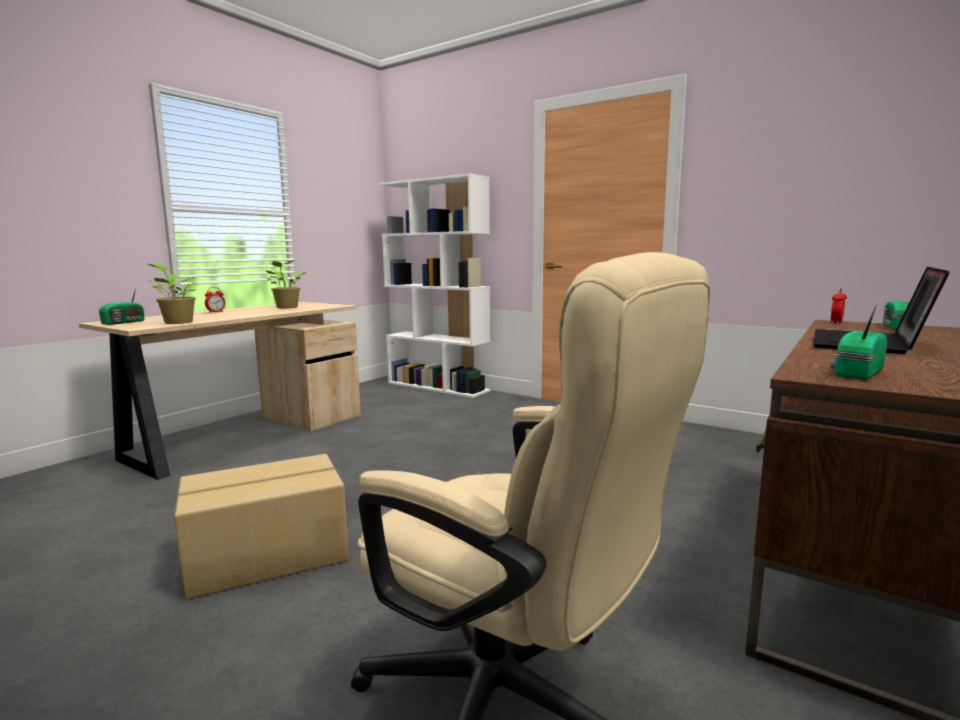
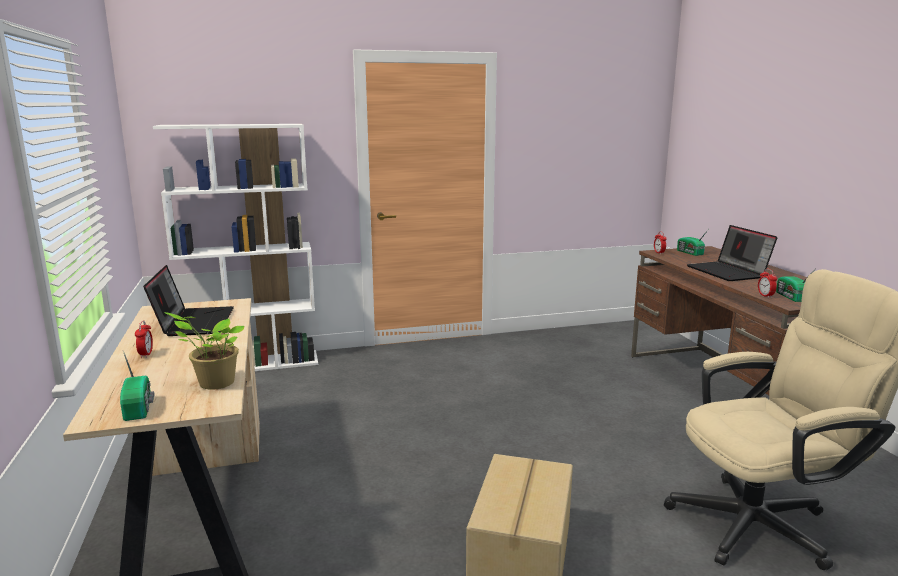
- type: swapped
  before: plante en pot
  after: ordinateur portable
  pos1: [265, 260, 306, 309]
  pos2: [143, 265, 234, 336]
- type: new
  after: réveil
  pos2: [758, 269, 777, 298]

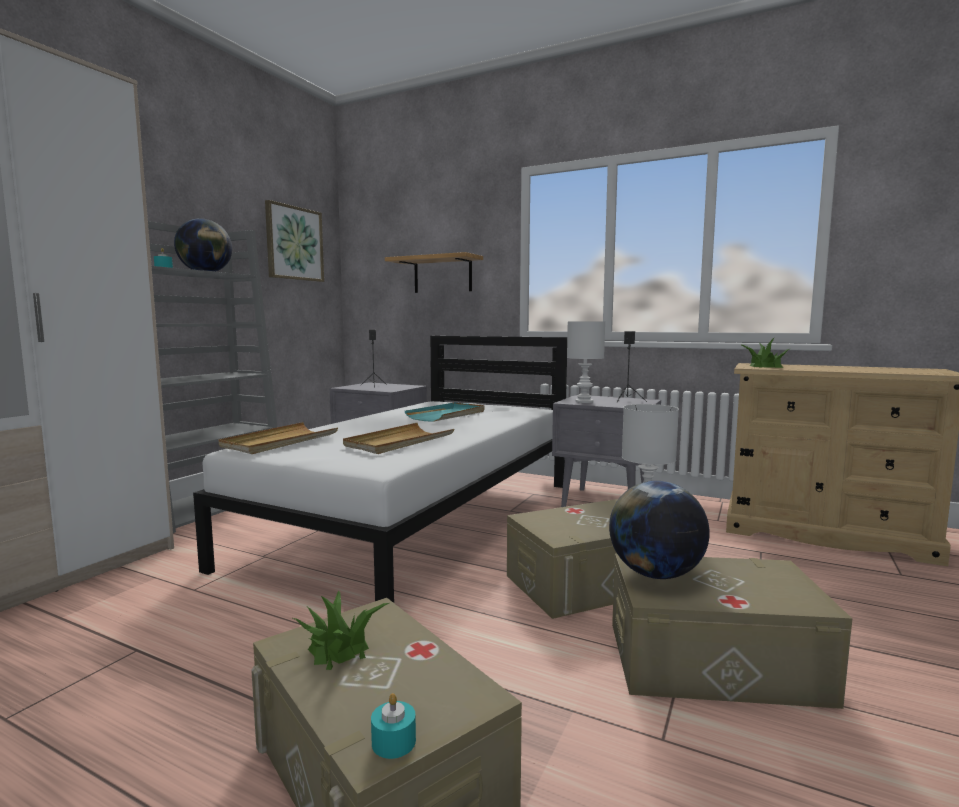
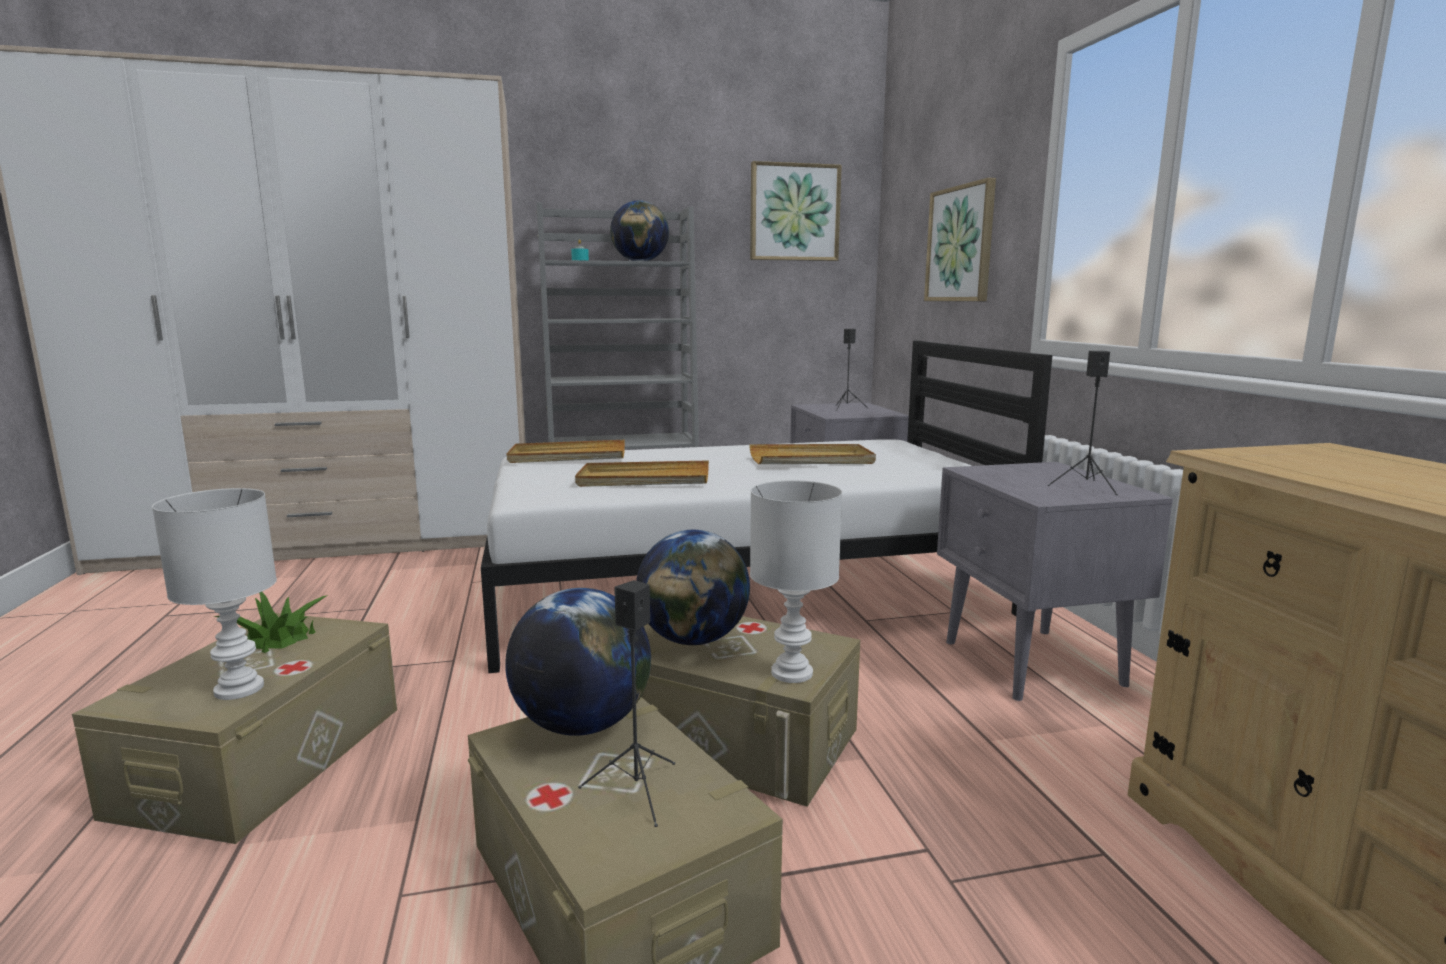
- type: swapped
  before: étagère
  after: tableau
  pos1: [385, 252, 483, 293]
  pos2: [924, 178, 996, 301]
- type: shifted
  before: lampe de table [blanc]
  pos1: [567, 321, 605, 403]
  pos2: [152, 488, 277, 700]
- type: gone
  before: plante en pot
  pos1: [740, 337, 789, 368]
- type: repainted
  before: plateau [turquoise]
  after: plateau [beige]
  pos1: [405, 403, 484, 422]
  pos2: [749, 444, 876, 464]
- type: gone
  before: bougie [turquoise]
  pos1: [371, 693, 416, 759]
- type: new
  after: globe
  pos2: [636, 530, 750, 645]
- type: new
  after: enceinte [noir]
  pos2: [578, 580, 675, 827]

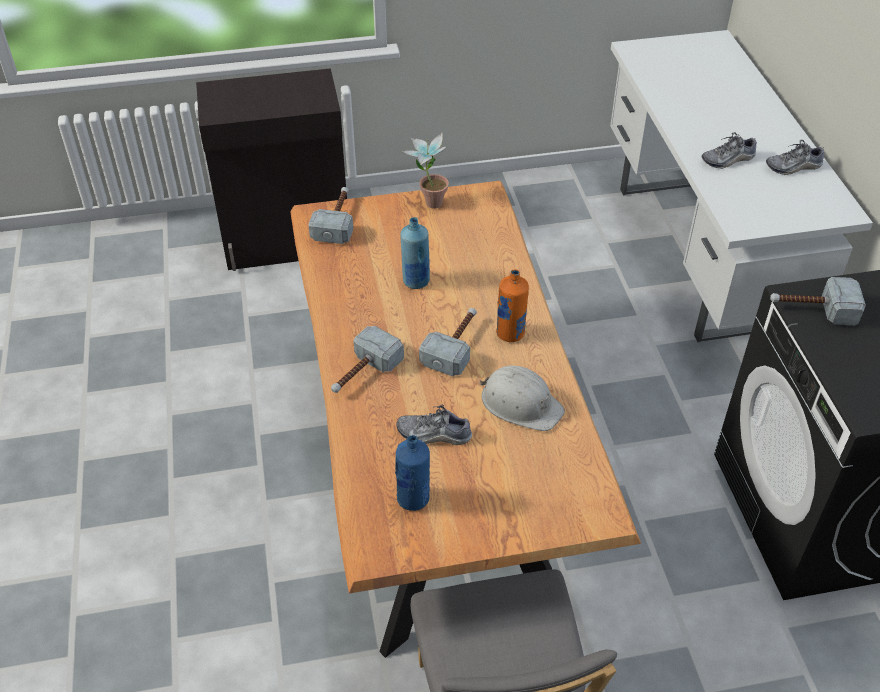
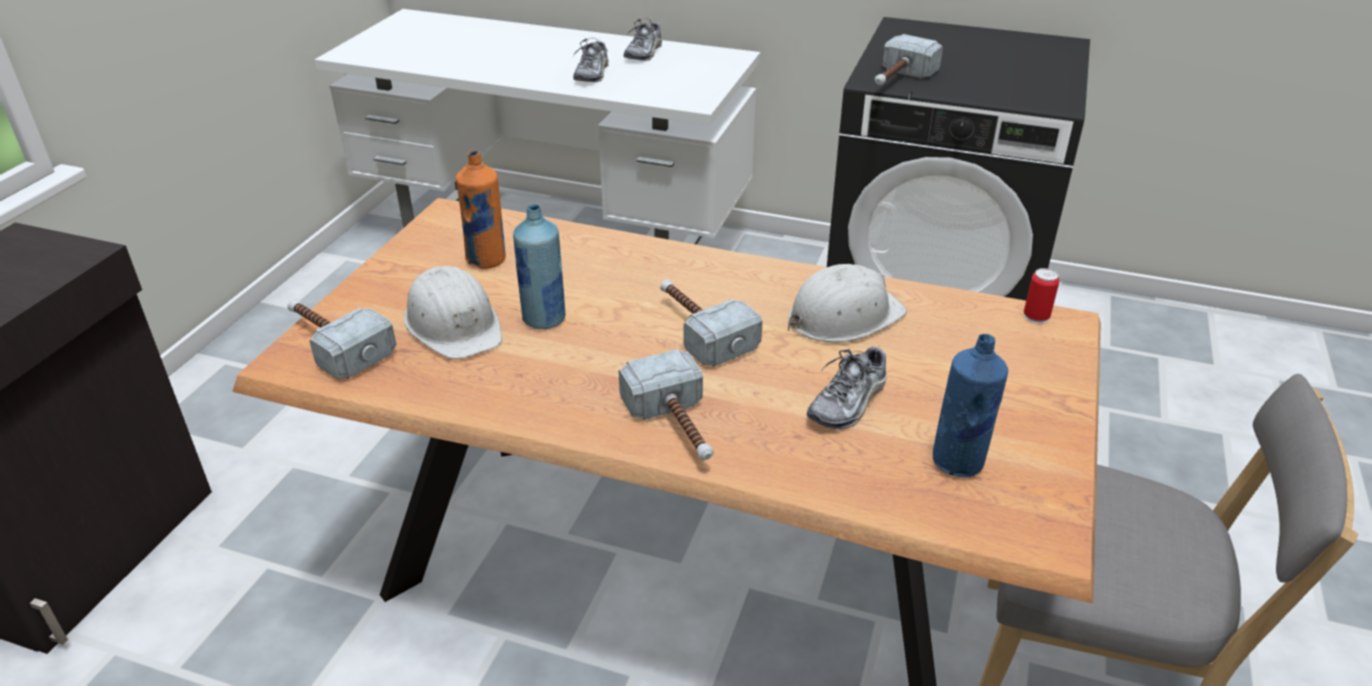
- type: gone
  before: plante en pot
  pos1: [401, 133, 449, 209]
- type: shifted
  before: bouteille [orange]
  pos1: [496, 269, 529, 342]
  pos2: [455, 151, 506, 269]
- type: new
  after: casque de chantier [blanc]
  pos2: [404, 266, 502, 359]
- type: new
  after: boîte métallique
  pos2: [1024, 268, 1060, 324]

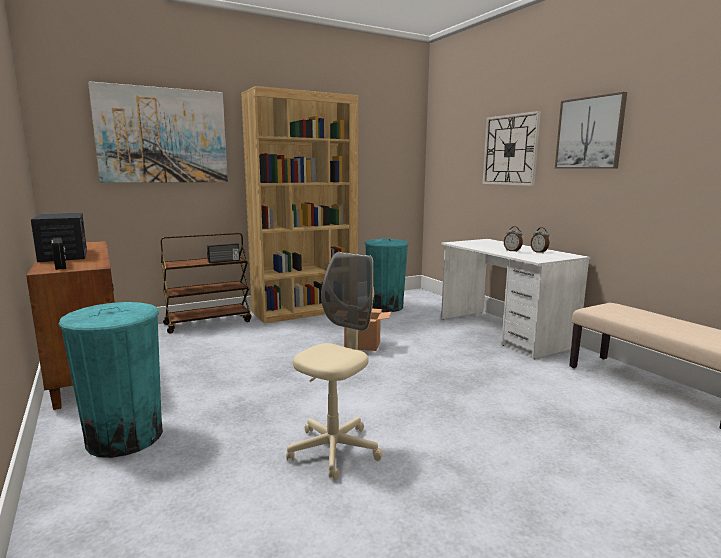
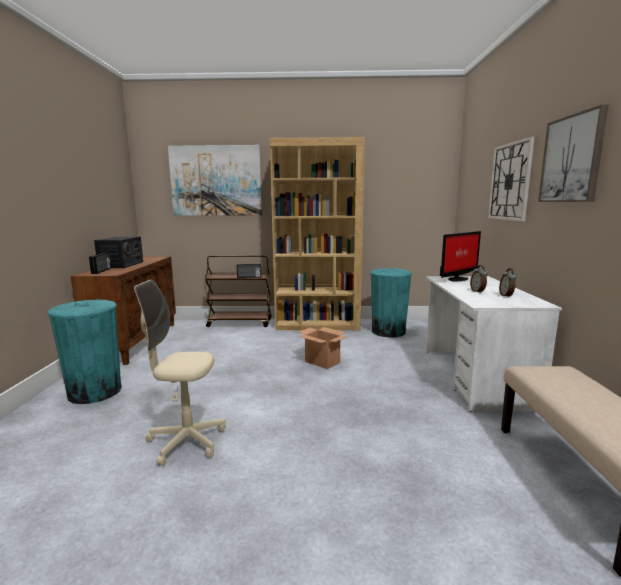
- type: rotated
  before: chaise de bureau [beige]
  pos1: [286, 252, 383, 480]
  pos2: [134, 280, 226, 466]
  turn: -150
- type: new
  after: écran d'ordinateur
  pos2: [440, 231, 481, 281]

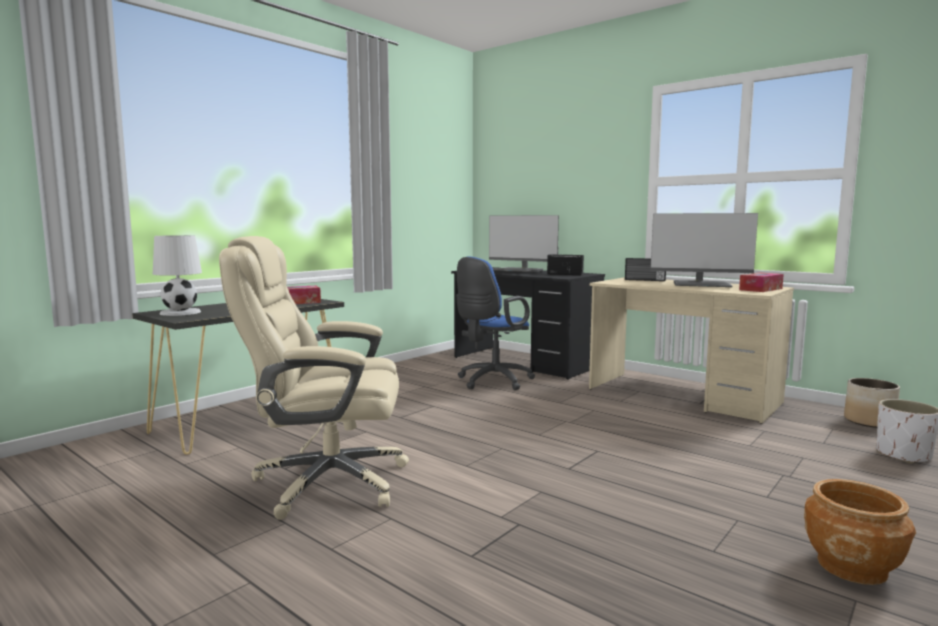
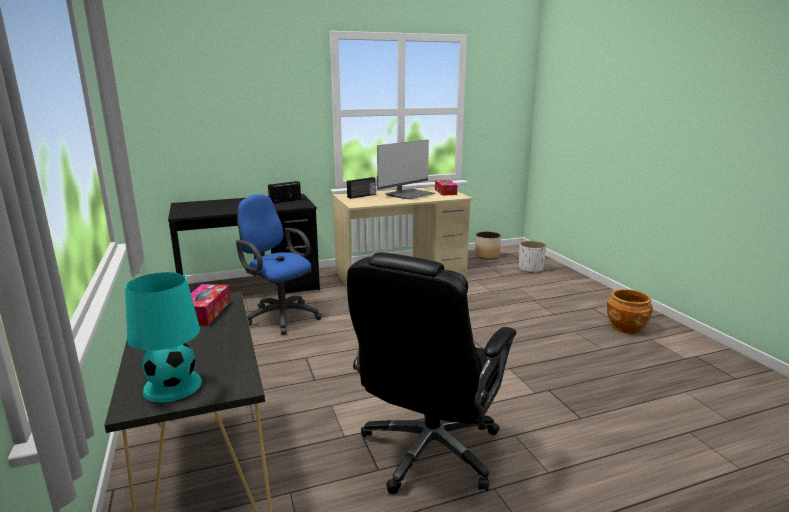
- type: gone
  before: écran d'ordinateur
  pos1: [489, 215, 559, 272]
- type: repainted
  before: lampe de table [blanc]
  after: lampe de table [turquoise]
  pos1: [153, 235, 202, 316]
  pos2: [125, 272, 202, 402]
- type: repainted
  before: chaise de bureau [beige]
  after: chaise de bureau [noir]
  pos1: [219, 236, 409, 520]
  pos2: [347, 252, 516, 494]
- type: rotated
  before: chaise de bureau [bleu]
  pos1: [456, 257, 535, 390]
  pos2: [236, 194, 322, 335]
  turn: 150

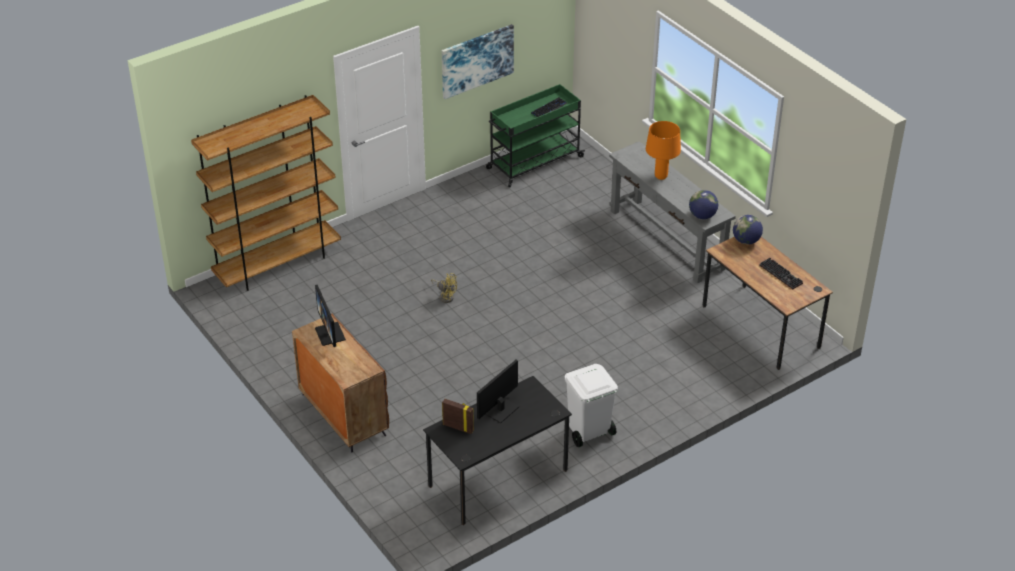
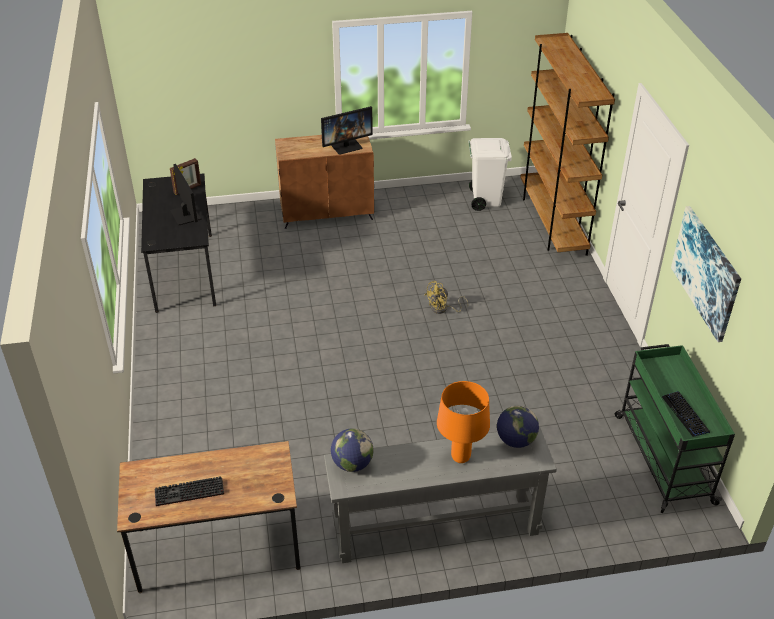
- type: shifted
  before: globe
  pos1: [733, 215, 763, 245]
  pos2: [497, 406, 539, 448]
- type: rotated
  before: écran d'ordinateur
  pos1: [315, 285, 346, 347]
  pos2: [321, 106, 373, 155]
  turn: 150
- type: shifted
  before: poubelle [blanc]
  pos1: [565, 364, 618, 447]
  pos2: [468, 138, 512, 211]

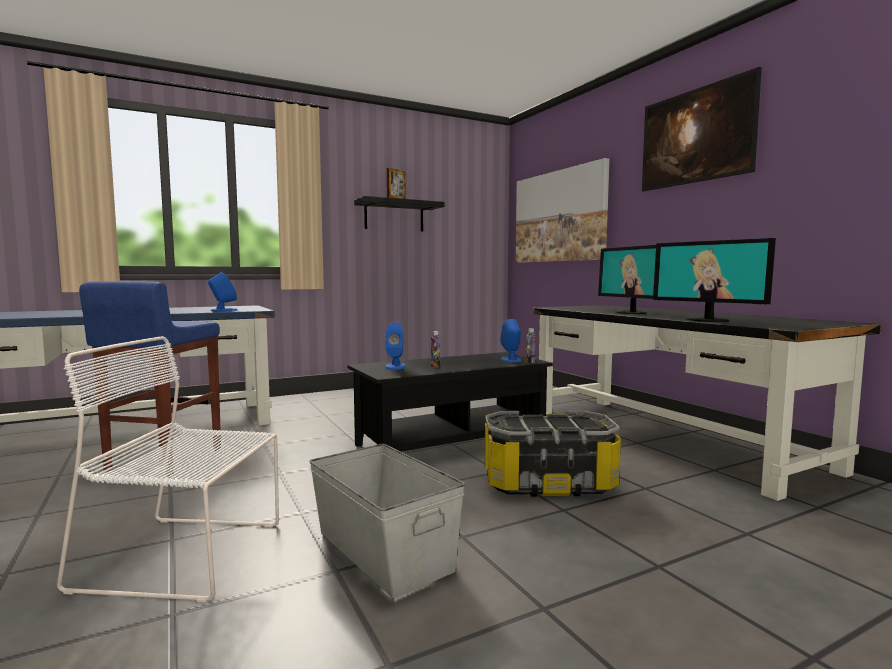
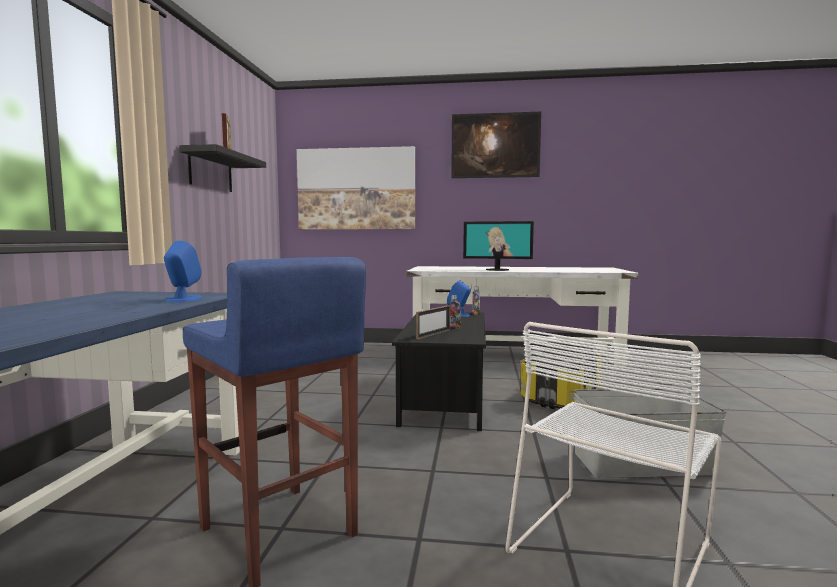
- type: gone
  before: écran d'ordinateur
  pos1: [653, 238, 776, 322]
- type: repainted
  before: bureau [noir]
  after: bureau [blanc]
  pos1: [533, 305, 881, 501]
  pos2: [407, 266, 638, 368]
- type: swapped
  before: enceinte [bleu]
  after: cadre photo
  pos1: [385, 322, 406, 370]
  pos2: [416, 305, 450, 339]

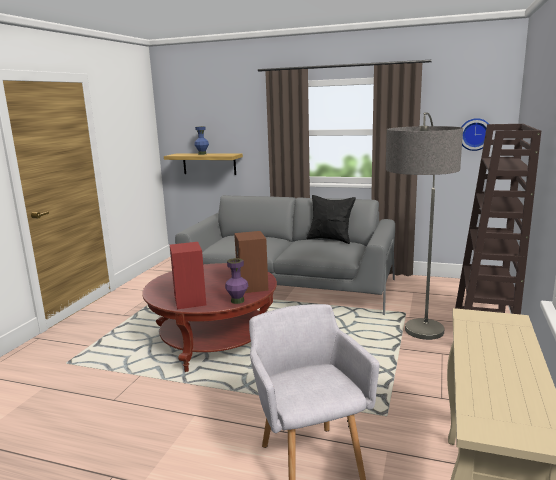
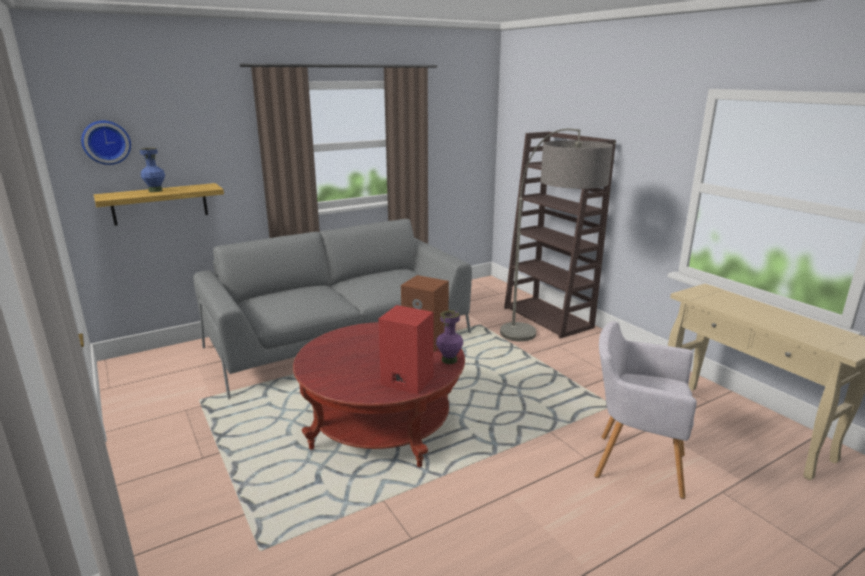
- type: shifted
  before: horloge murale
  pos1: [461, 118, 489, 151]
  pos2: [81, 121, 131, 165]
- type: gone
  before: coussin [noir]
  pos1: [306, 195, 356, 244]

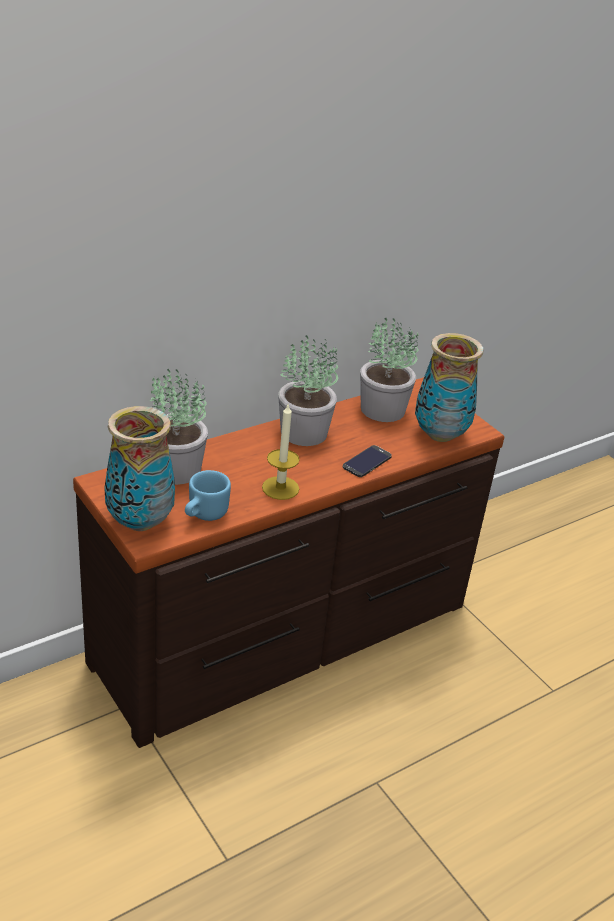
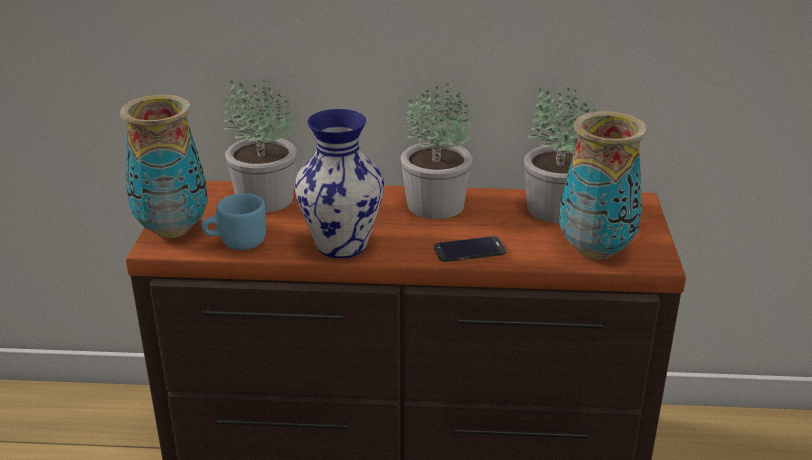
- type: swapped
  before: bougie
  after: vase
  pos1: [262, 405, 300, 500]
  pos2: [295, 109, 384, 258]

